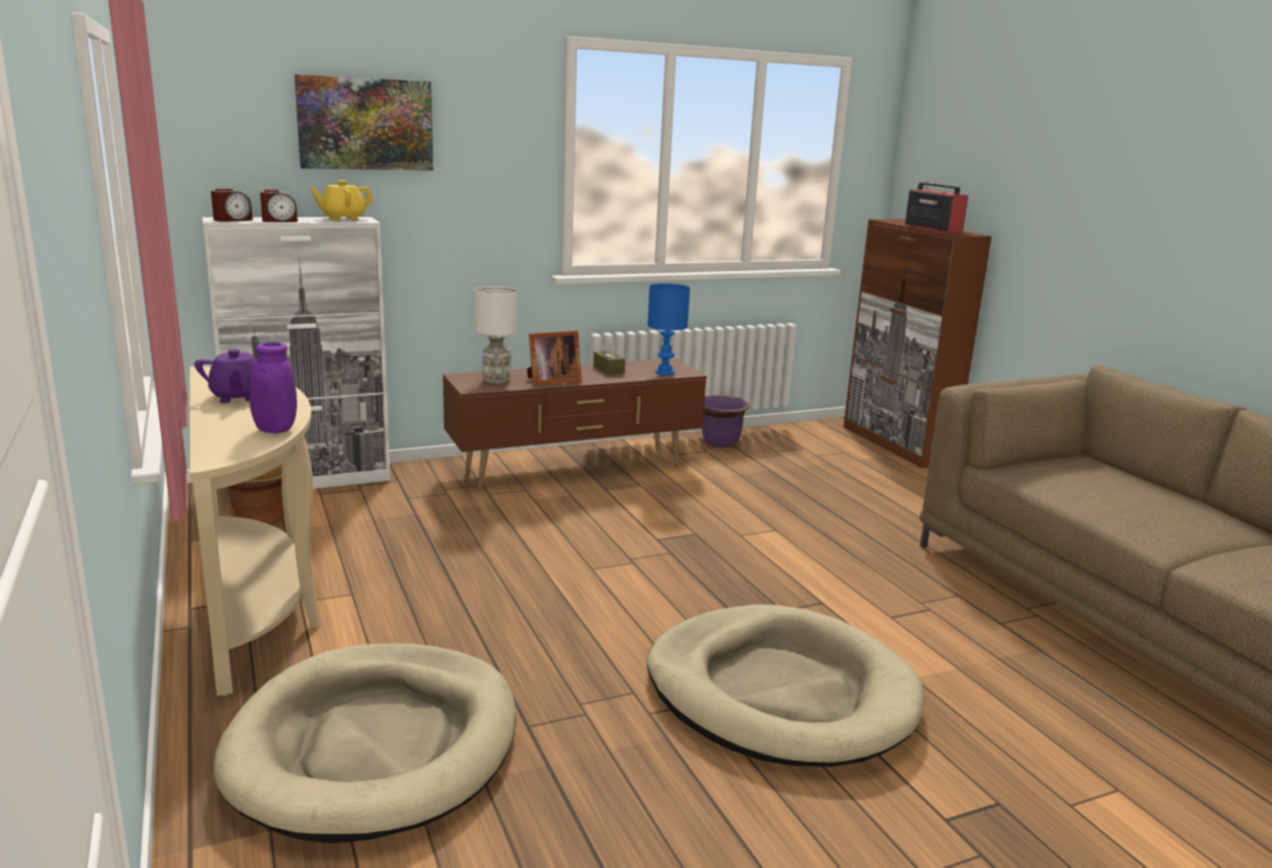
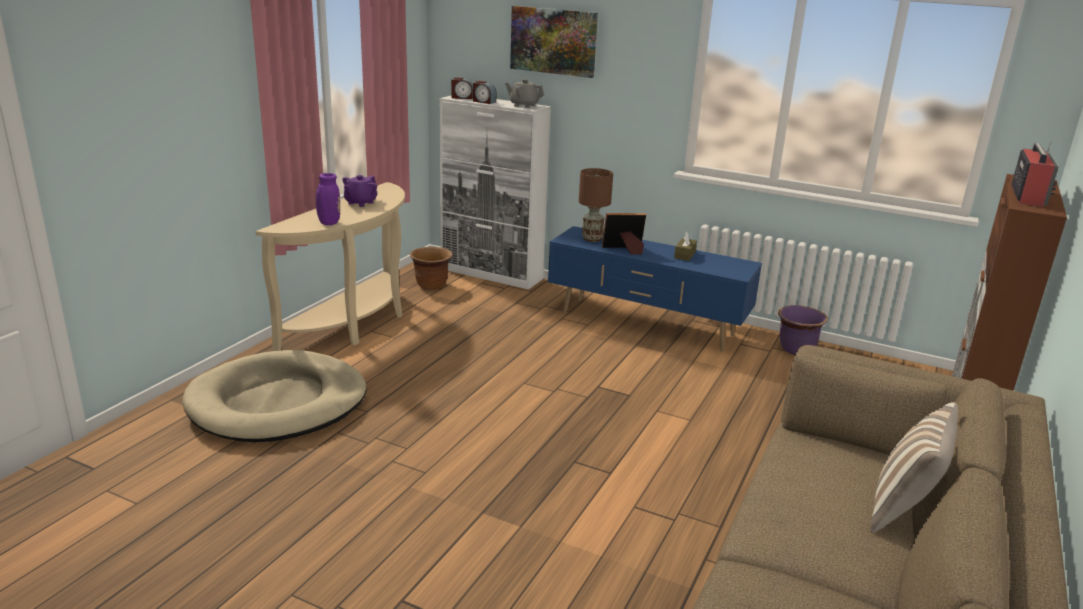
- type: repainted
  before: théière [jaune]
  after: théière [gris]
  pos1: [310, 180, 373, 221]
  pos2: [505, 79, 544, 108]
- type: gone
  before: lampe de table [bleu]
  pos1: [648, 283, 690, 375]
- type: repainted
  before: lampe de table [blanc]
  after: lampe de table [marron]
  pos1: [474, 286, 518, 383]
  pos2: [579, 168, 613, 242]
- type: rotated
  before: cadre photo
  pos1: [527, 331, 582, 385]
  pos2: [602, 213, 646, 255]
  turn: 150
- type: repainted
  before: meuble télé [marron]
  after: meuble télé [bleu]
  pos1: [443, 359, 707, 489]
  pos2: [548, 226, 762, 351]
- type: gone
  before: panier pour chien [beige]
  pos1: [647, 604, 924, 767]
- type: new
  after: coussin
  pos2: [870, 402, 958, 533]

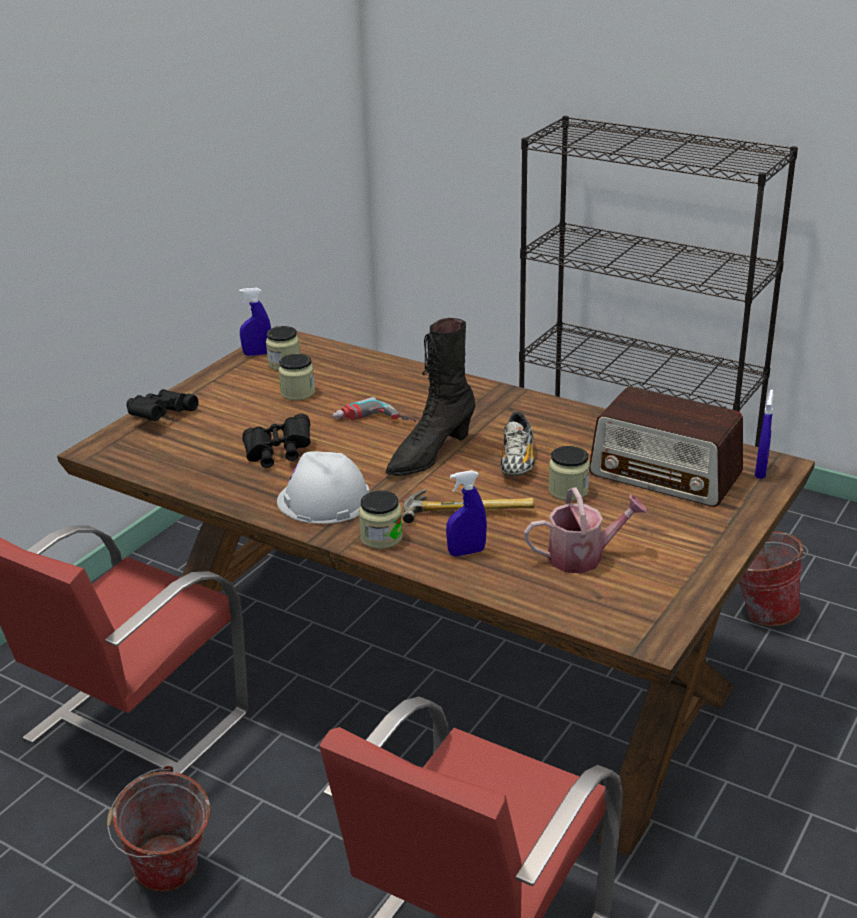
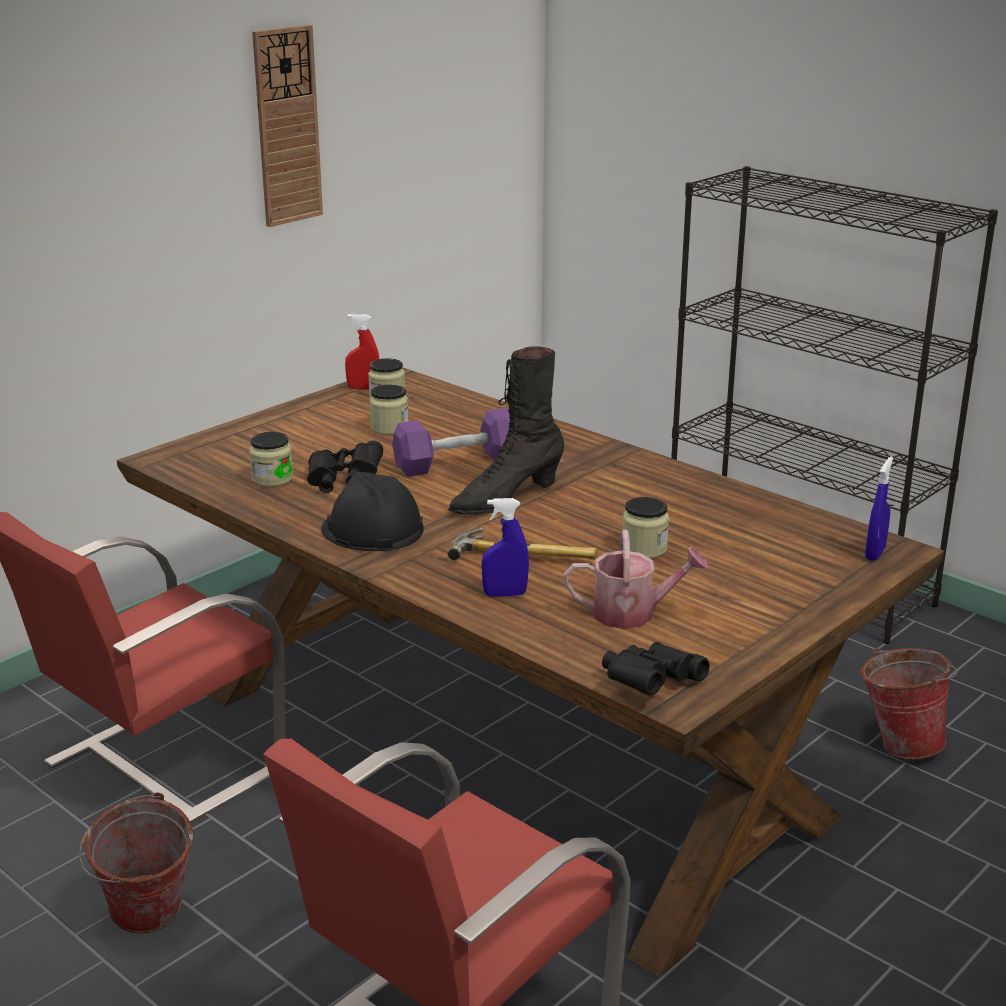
- type: repainted
  before: vaporisateur [bleu]
  after: vaporisateur [rouge]
  pos1: [239, 288, 271, 356]
  pos2: [345, 314, 379, 390]
- type: gone
  before: radio
  pos1: [589, 387, 743, 507]
- type: shifted
  before: jumelles [noir]
  pos1: [126, 389, 199, 421]
  pos2: [602, 642, 710, 695]
- type: swapped
  before: perceuse
  after: haltère [violet]
  pos1: [332, 397, 416, 422]
  pos2: [392, 408, 510, 477]
- type: gone
  before: chaussure
  pos1: [501, 411, 535, 476]
- type: repainted
  before: casque de chantier [blanc]
  after: casque de chantier [noir]
  pos1: [277, 451, 370, 524]
  pos2: [321, 472, 424, 551]
- type: shifted
  before: bocal
  pos1: [359, 490, 402, 549]
  pos2: [249, 432, 293, 487]
- type: new
  after: horloge murale
  pos2: [252, 25, 323, 227]

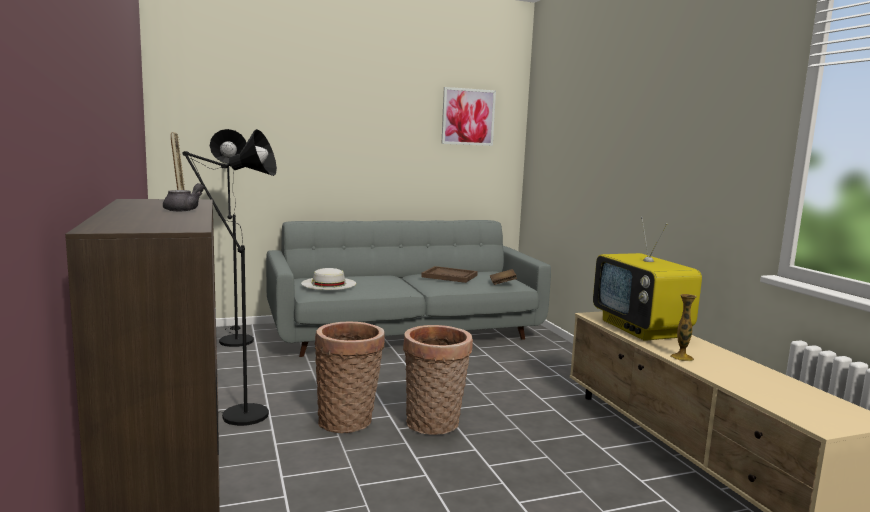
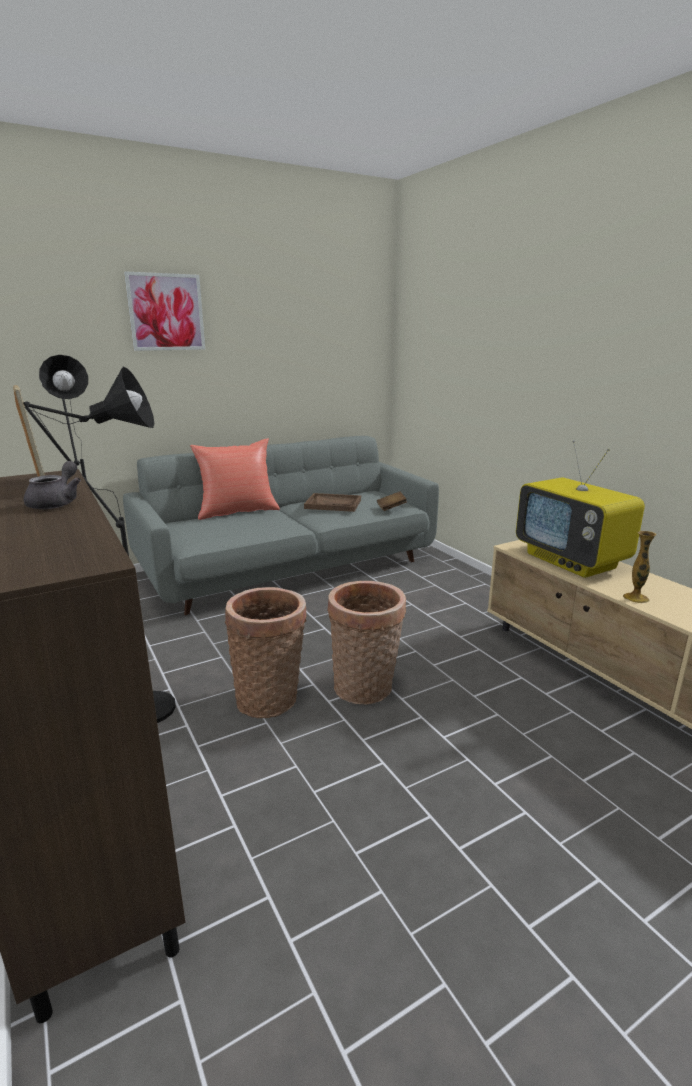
- type: shifted
  before: tableau
  pos1: [441, 87, 496, 146]
  pos2: [124, 272, 205, 351]
- type: gone
  before: chapeau [blanc]
  pos1: [301, 268, 356, 290]
- type: new
  after: coussin [rouge]
  pos2: [190, 438, 280, 520]

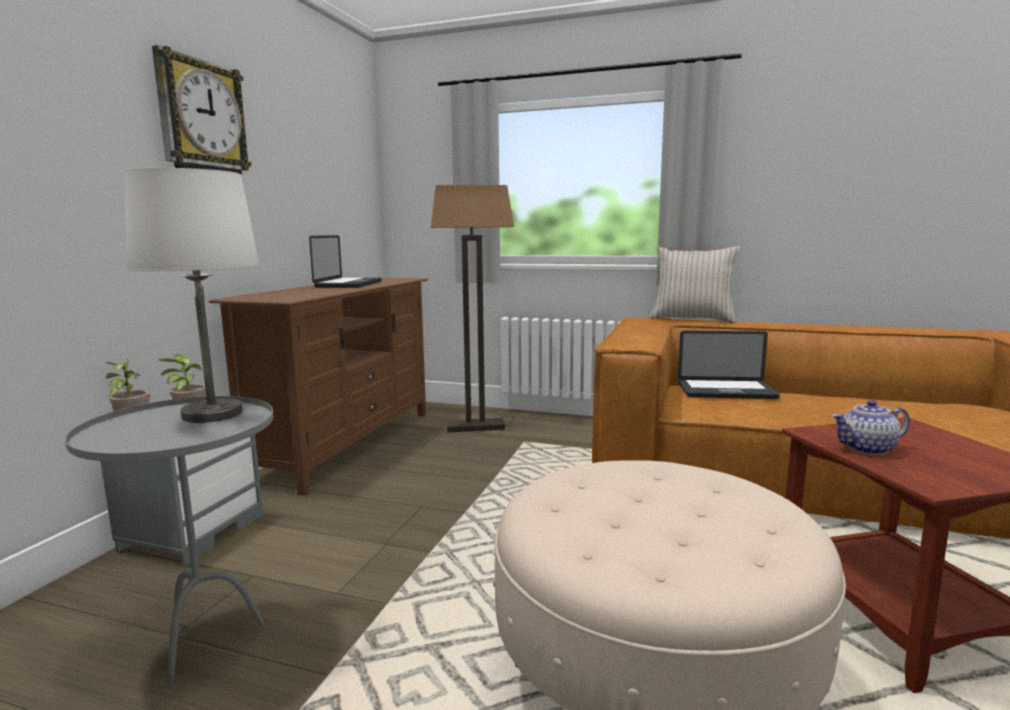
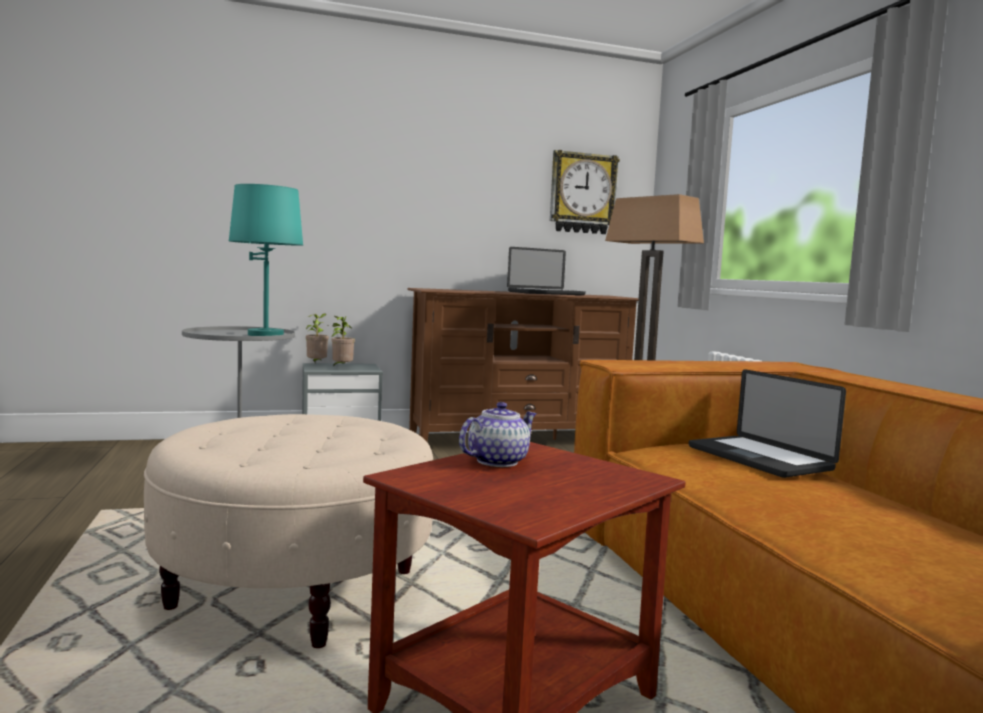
- type: shifted
  before: horloge murale
  pos1: [152, 45, 251, 176]
  pos2: [550, 150, 620, 234]
- type: repainted
  before: lampe de table [blanc]
  after: lampe de table [turquoise]
  pos1: [124, 168, 259, 423]
  pos2: [229, 184, 303, 336]
- type: gone
  before: coussin [beige]
  pos1: [649, 246, 740, 323]
- type: rotated
  before: théière
  pos1: [831, 400, 910, 455]
  pos2: [459, 402, 537, 467]
  turn: 90

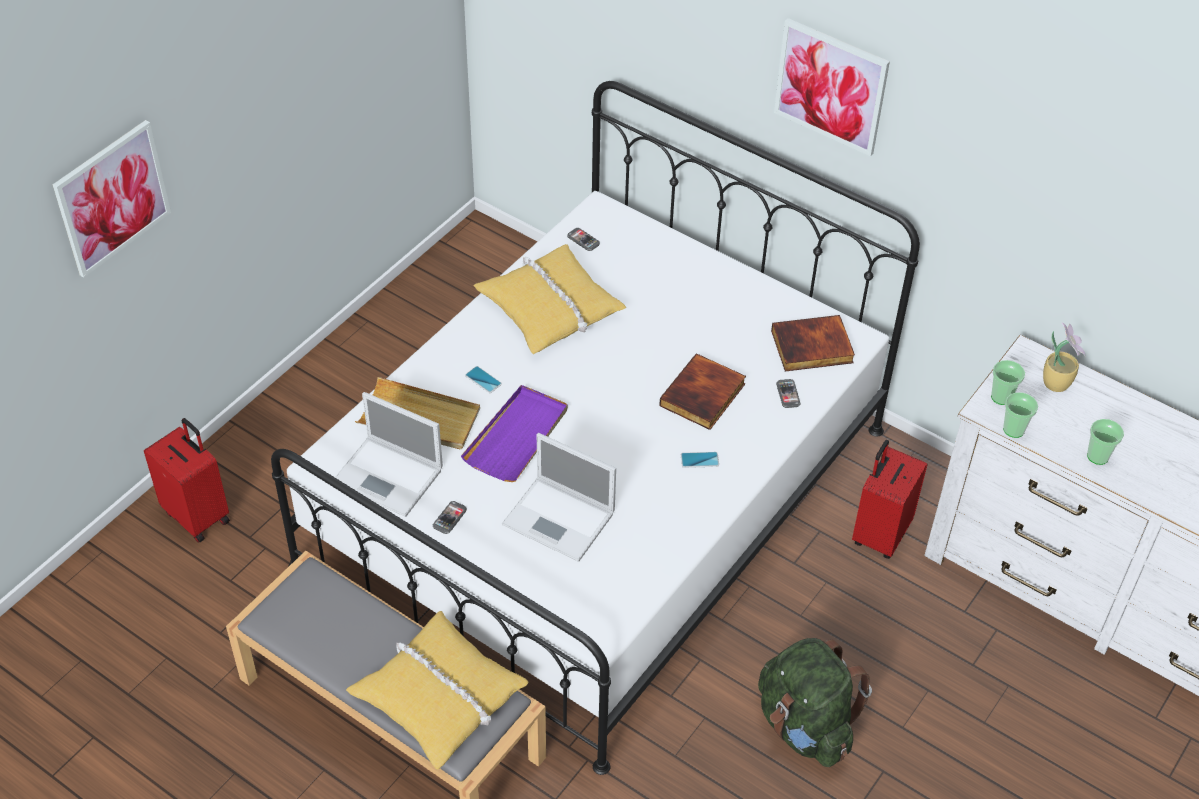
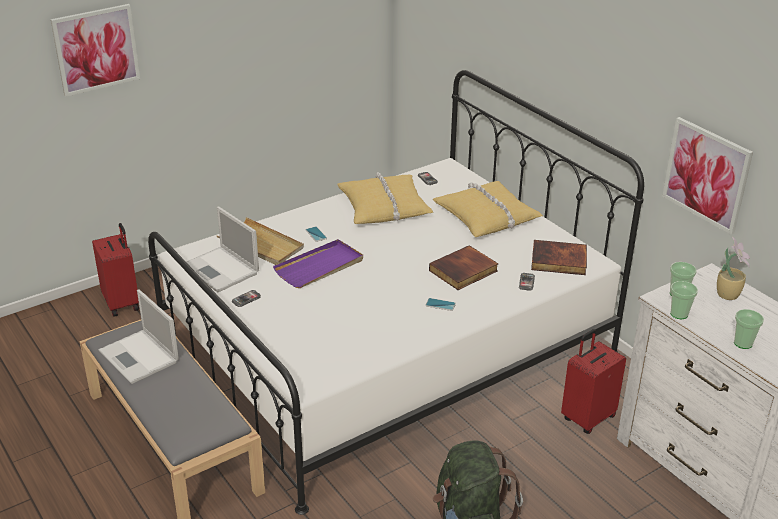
- type: shifted
  before: tableau
  pos1: [774, 18, 890, 156]
  pos2: [662, 117, 753, 235]
- type: shifted
  before: ordinateur portable
  pos1: [502, 433, 616, 562]
  pos2: [99, 290, 179, 384]
- type: shifted
  before: coussin [jaune]
  pos1: [346, 611, 529, 770]
  pos2: [433, 181, 543, 237]

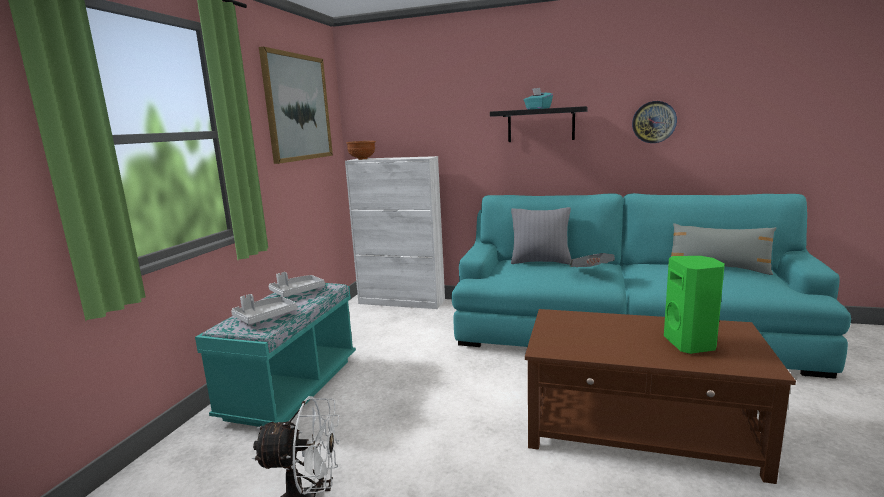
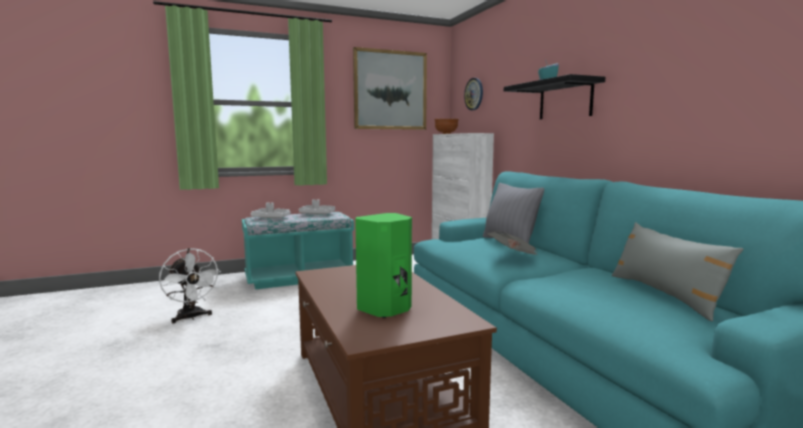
- type: shifted
  before: horloge murale
  pos1: [632, 101, 677, 143]
  pos2: [464, 78, 483, 110]

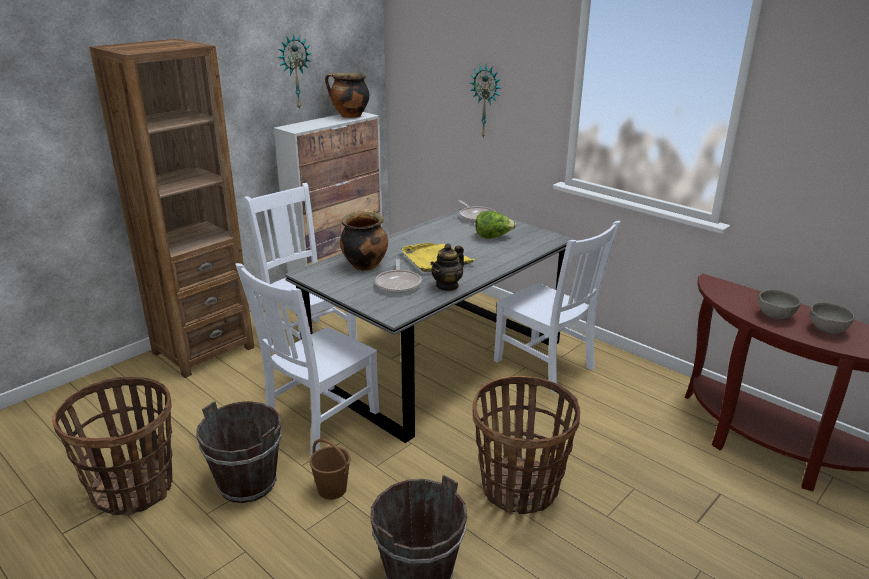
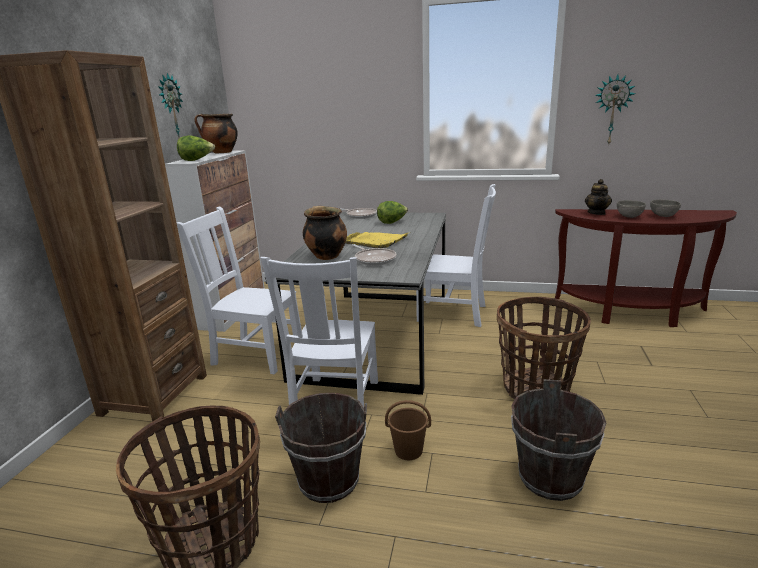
- type: shifted
  before: horloge murale
  pos1: [470, 64, 501, 138]
  pos2: [595, 75, 635, 144]
- type: shifted
  before: théière
  pos1: [430, 243, 464, 291]
  pos2: [585, 179, 612, 215]
- type: new
  after: laitue
  pos2: [177, 135, 215, 161]

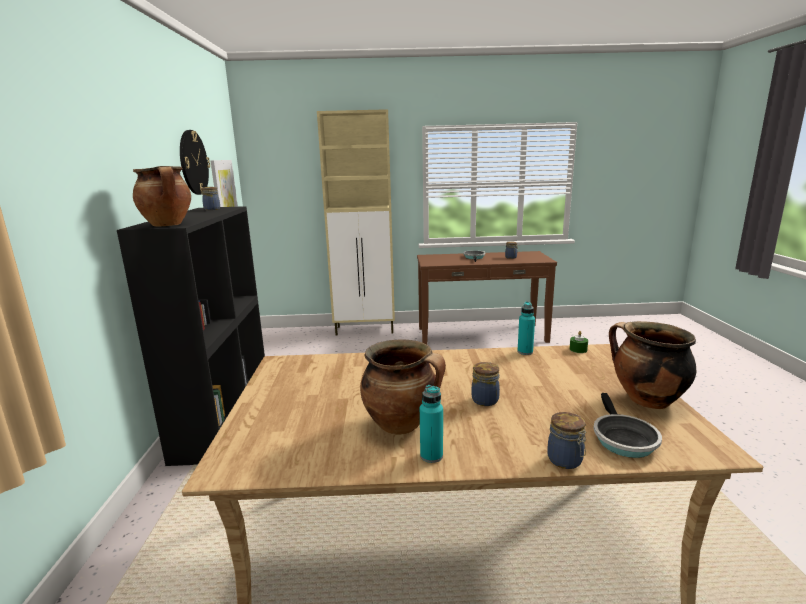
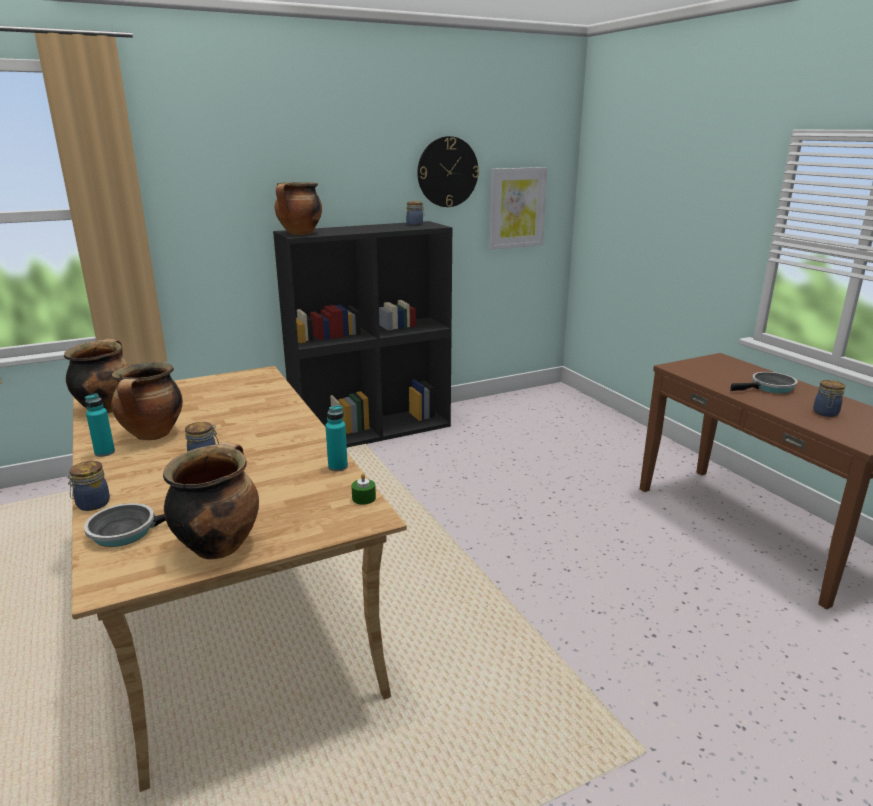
- type: gone
  before: meuble de rangement [beige]
  pos1: [317, 109, 395, 335]
- type: new
  after: marmite
  pos2: [64, 339, 129, 414]

